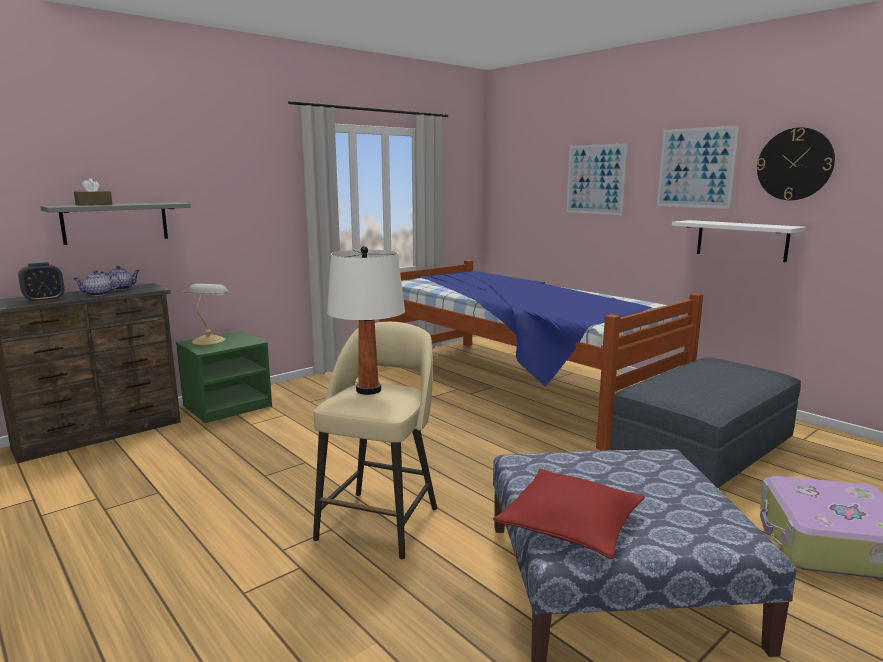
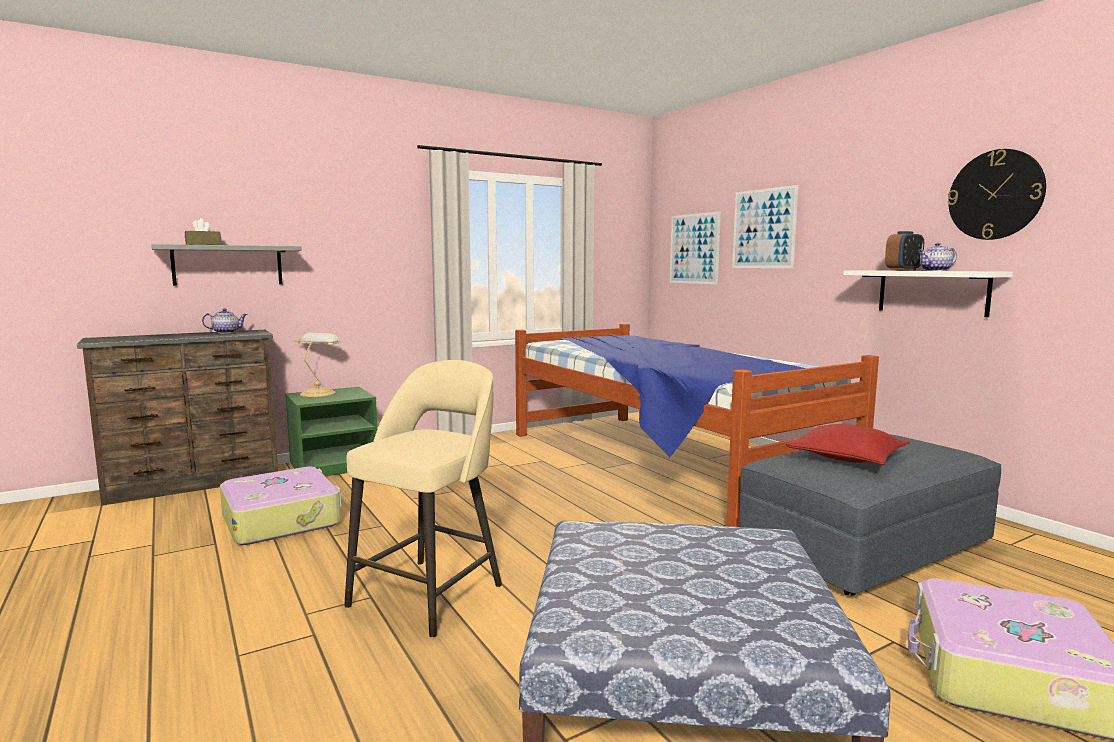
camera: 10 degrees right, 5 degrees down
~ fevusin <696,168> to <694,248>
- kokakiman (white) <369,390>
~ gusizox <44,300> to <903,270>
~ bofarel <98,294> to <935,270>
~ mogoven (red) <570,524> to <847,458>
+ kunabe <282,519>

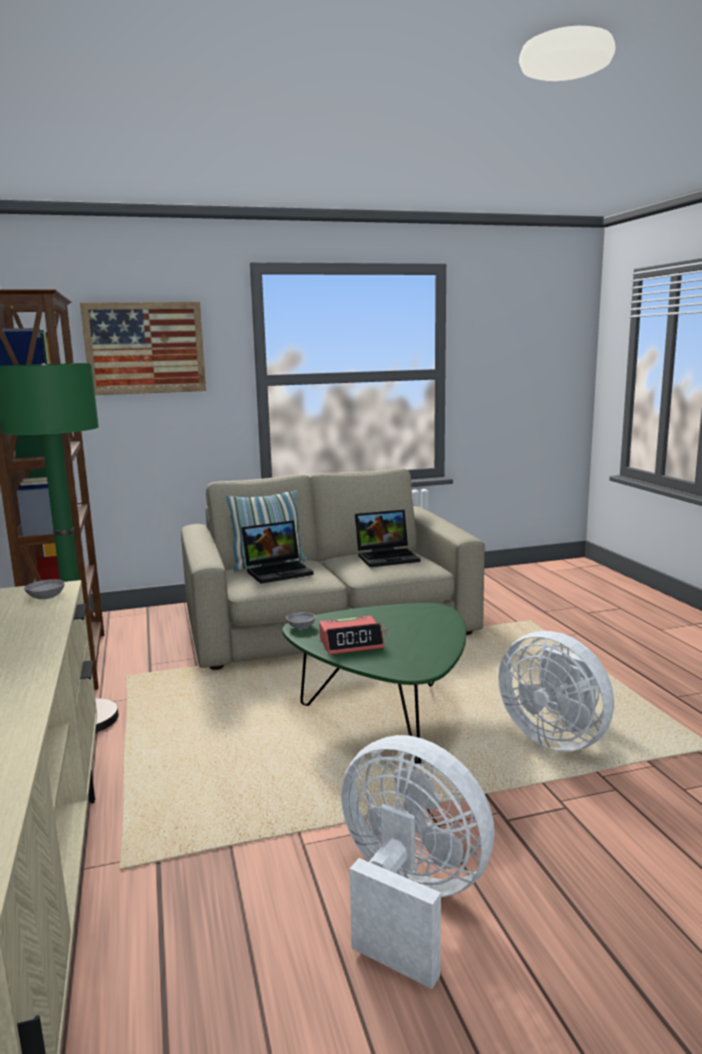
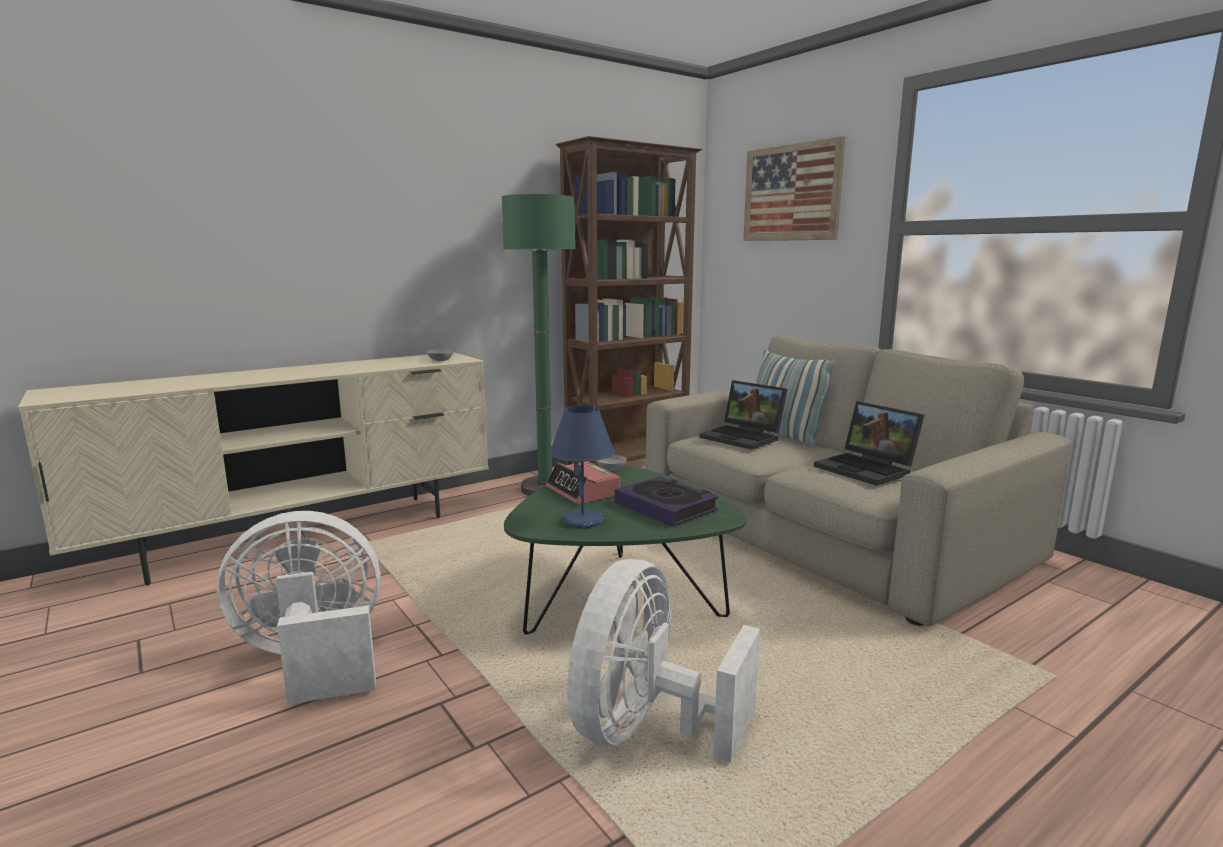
camera: 70 degrees right, 0 degrees up
~ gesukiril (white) <409,901> = <313,660> 120 degrees counterclockwise
+ kokakiman (blue) <583,521>
+ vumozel <665,507>

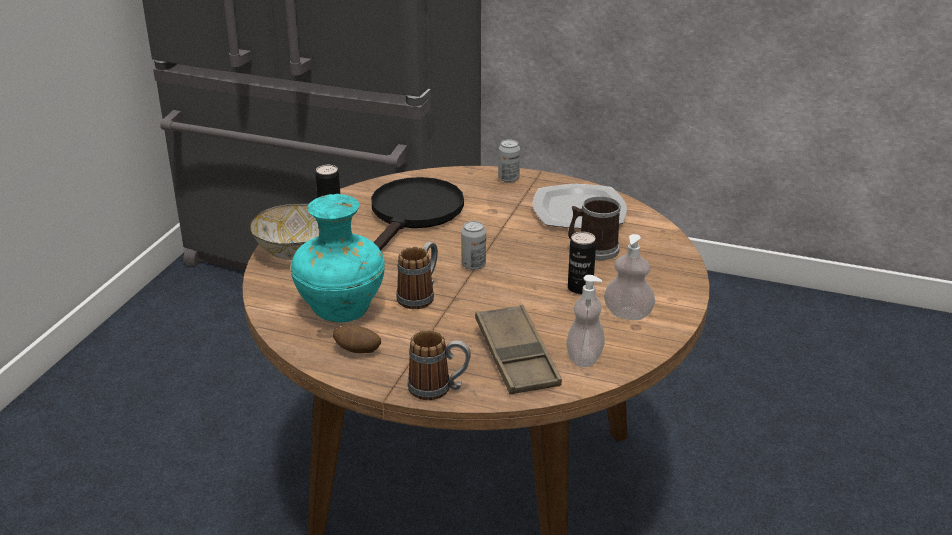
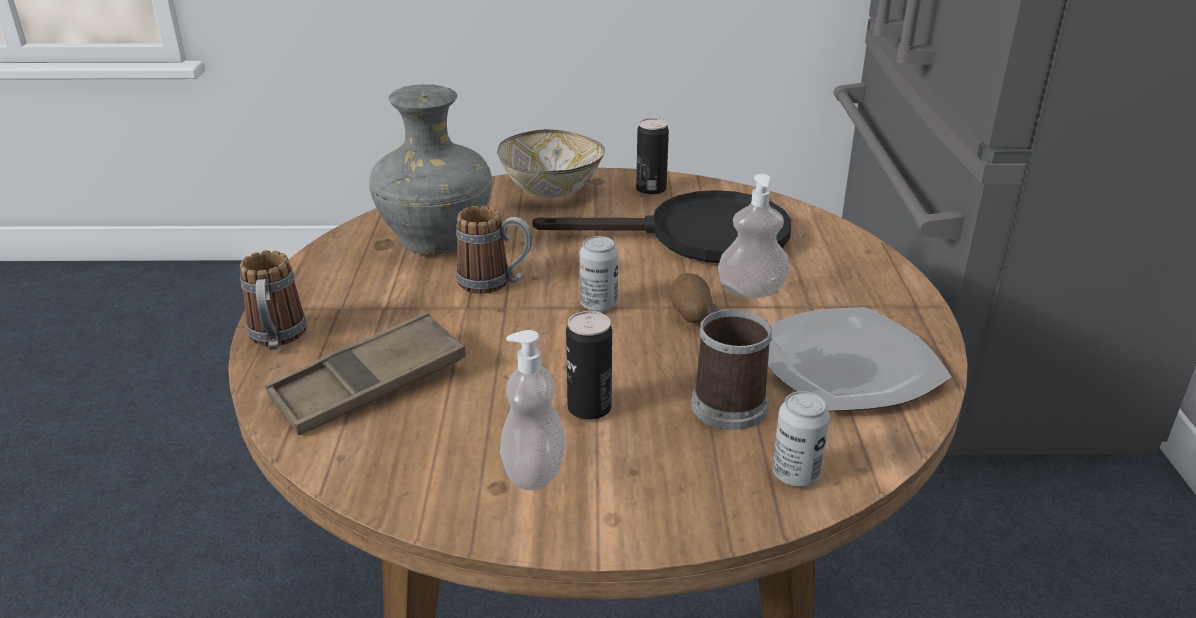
camera: 70 degrees right, 0 degrees up
~ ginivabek <508,179> to <796,474>
~ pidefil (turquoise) <341,311> to pidefil (grey) <435,242>
~ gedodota <584,358> to <751,291>
~ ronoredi <357,351> to <690,315>

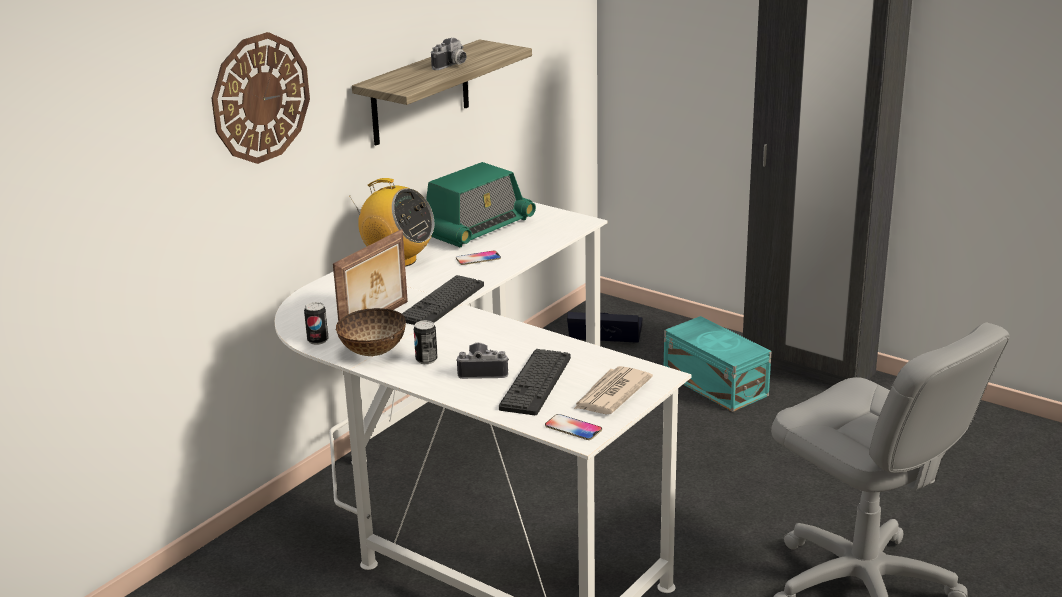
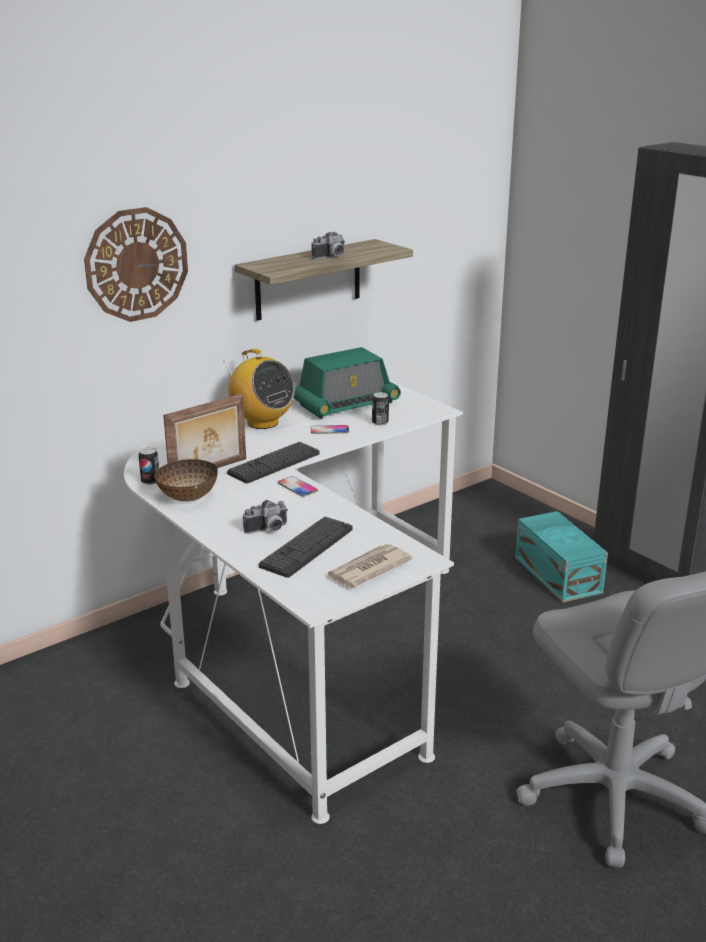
camera: 15 degrees right, 0 degrees up
- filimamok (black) <603,335>
~ ginivabek <426,360> to <380,422>
~ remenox <483,372> = <268,530> 135 degrees clockwise
~ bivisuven <573,428> to <297,487>

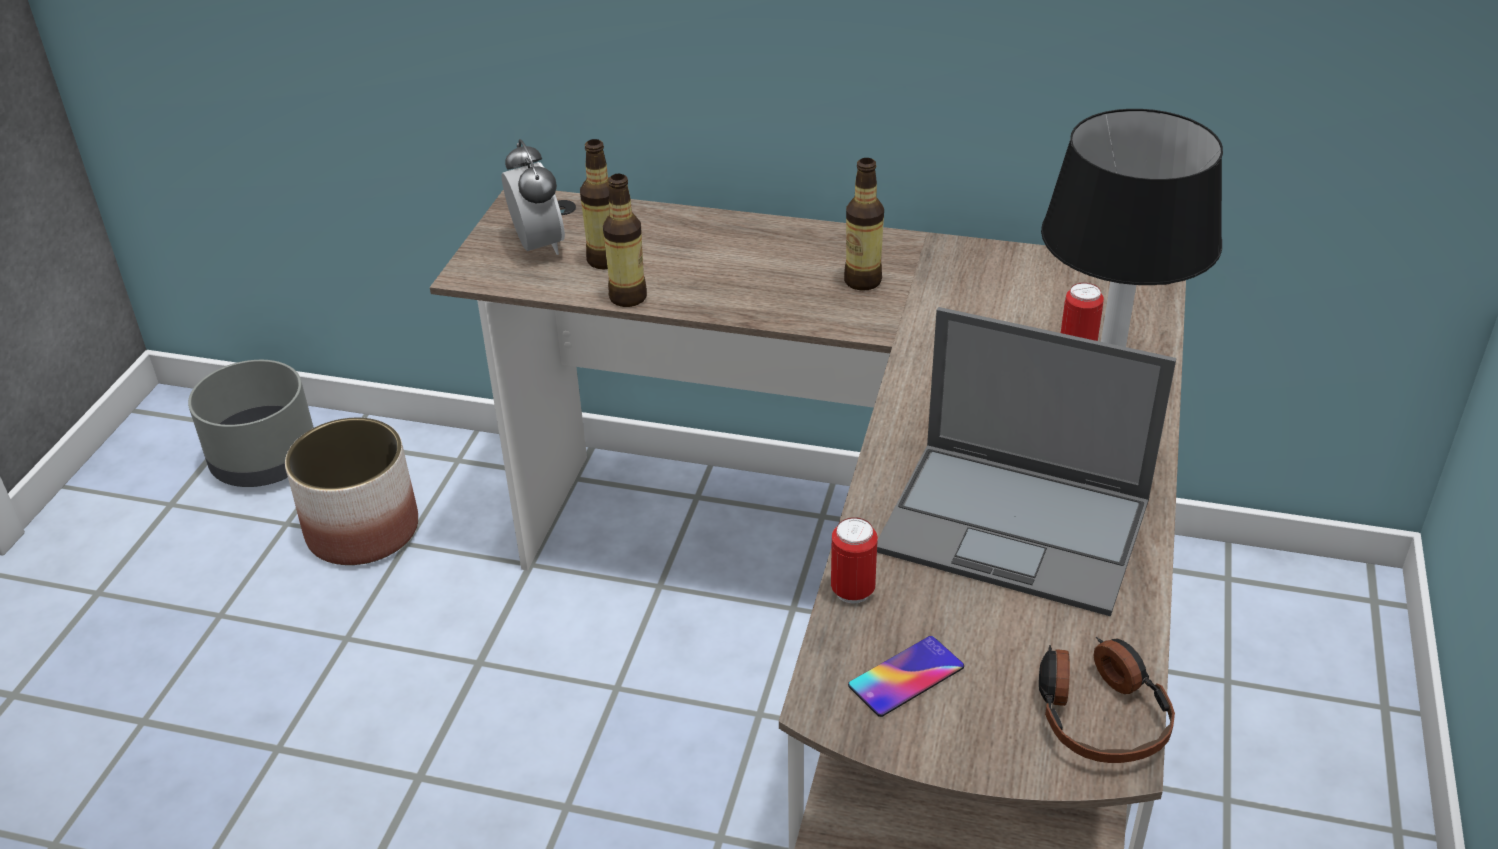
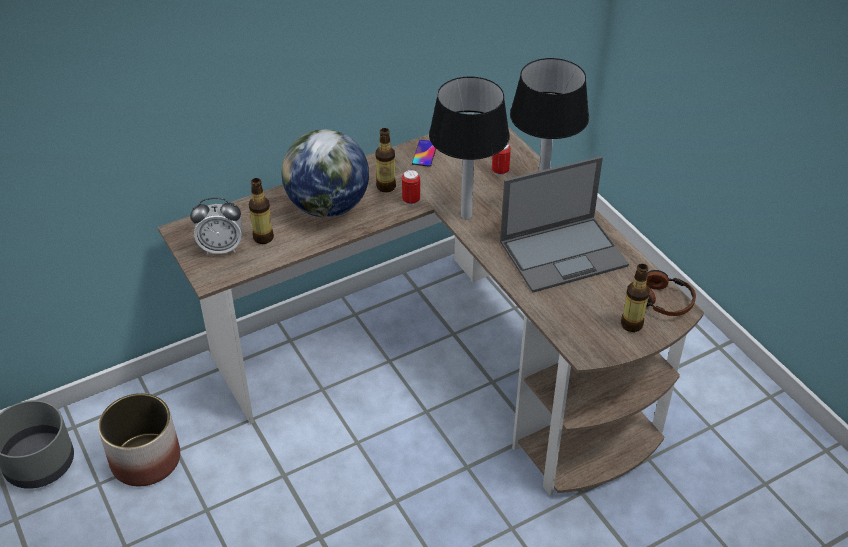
camera: 45 degrees left, 5 degrees up
~ gusizox <538,246> = <221,248> 150 degrees clockwise
~ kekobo <628,297> to <631,324>
~ ginivabek <852,591> to <411,200>
~ bivisuven <906,676> to <425,153>
+ kokakiman <466,215>
+ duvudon <327,207>

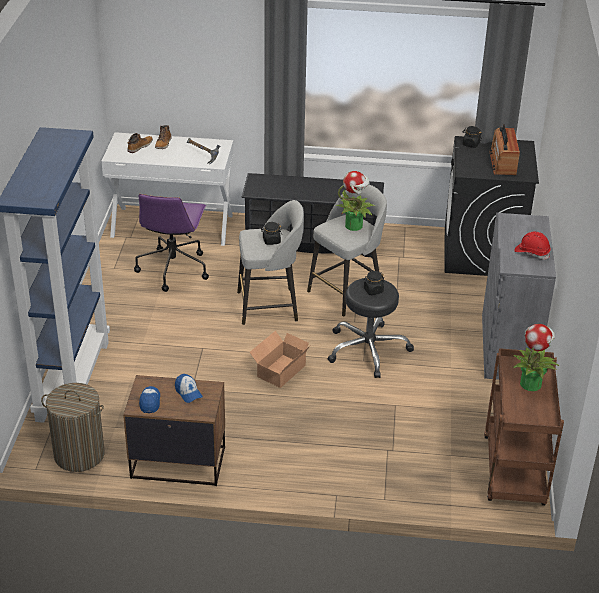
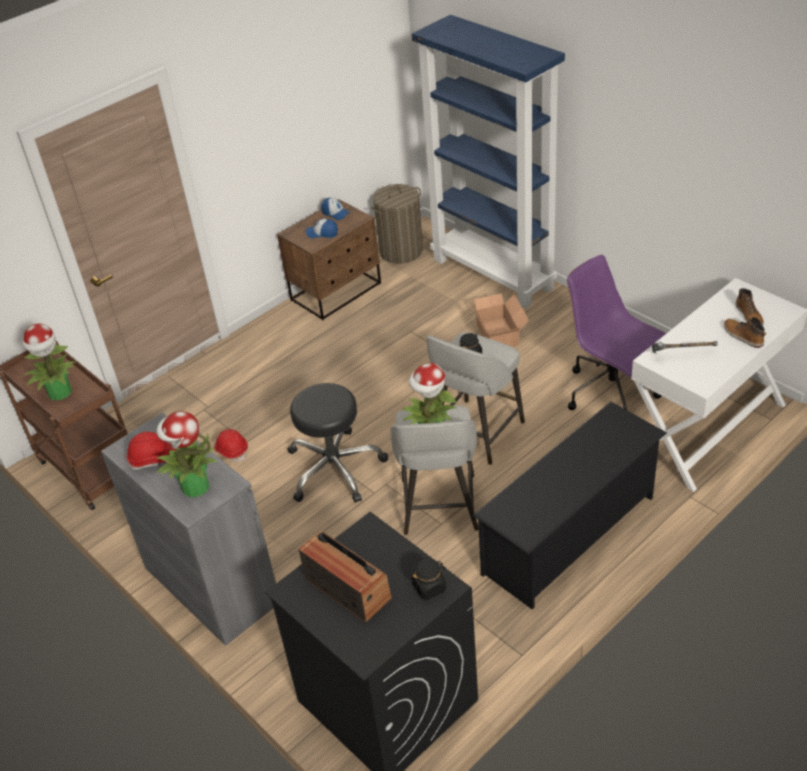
camera: 135 degrees right, 5 degrees up
- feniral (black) <373,290>
~ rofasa <279,371> to <499,333>
+ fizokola <194,487>
+ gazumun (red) <232,451>

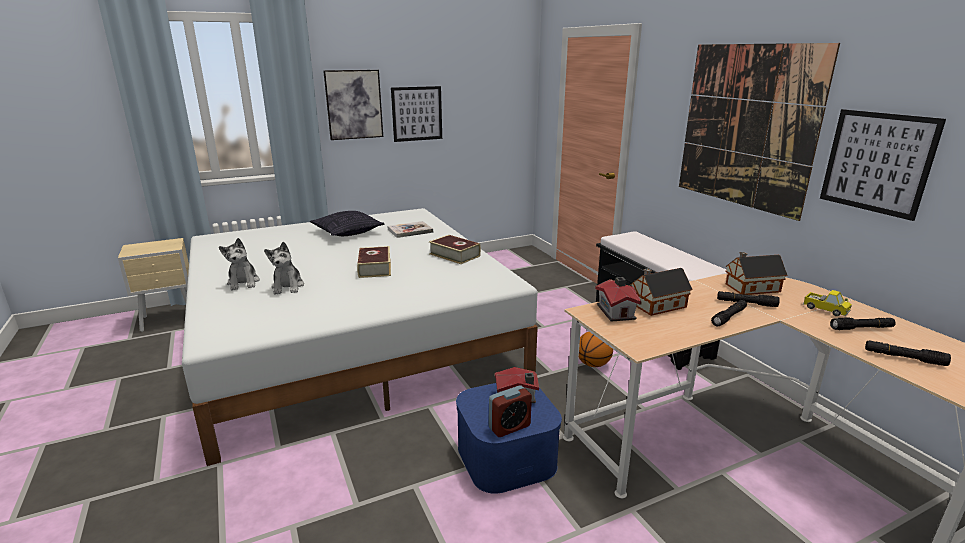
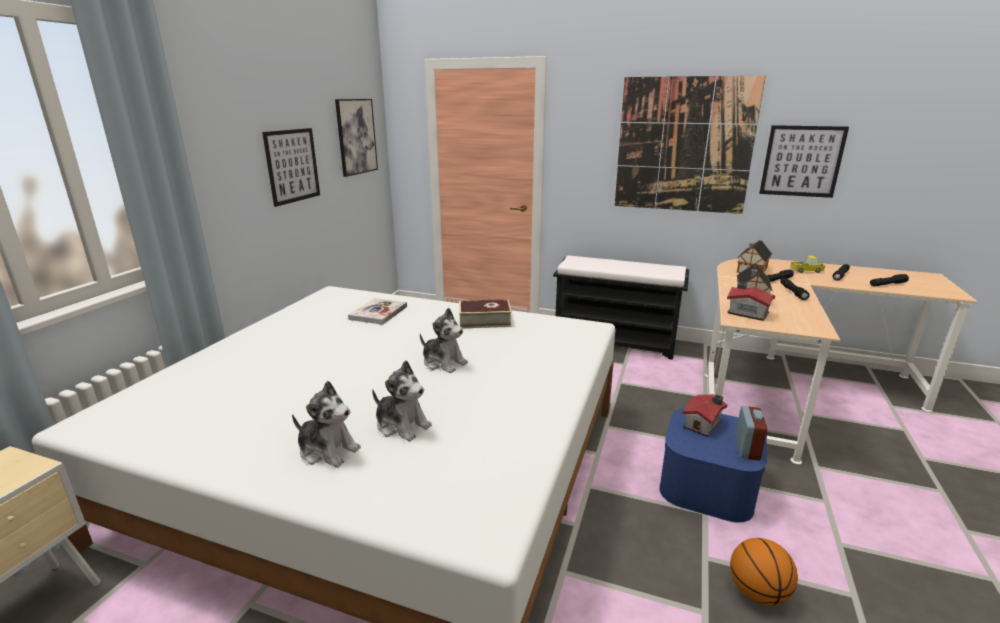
camera: 45 degrees left, 0 degrees up
~ fevusin <354,104> to <356,136>
- mogoven <347,232>
~ vumozel <374,268> to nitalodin <443,362>
~ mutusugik <593,364> to <757,593>

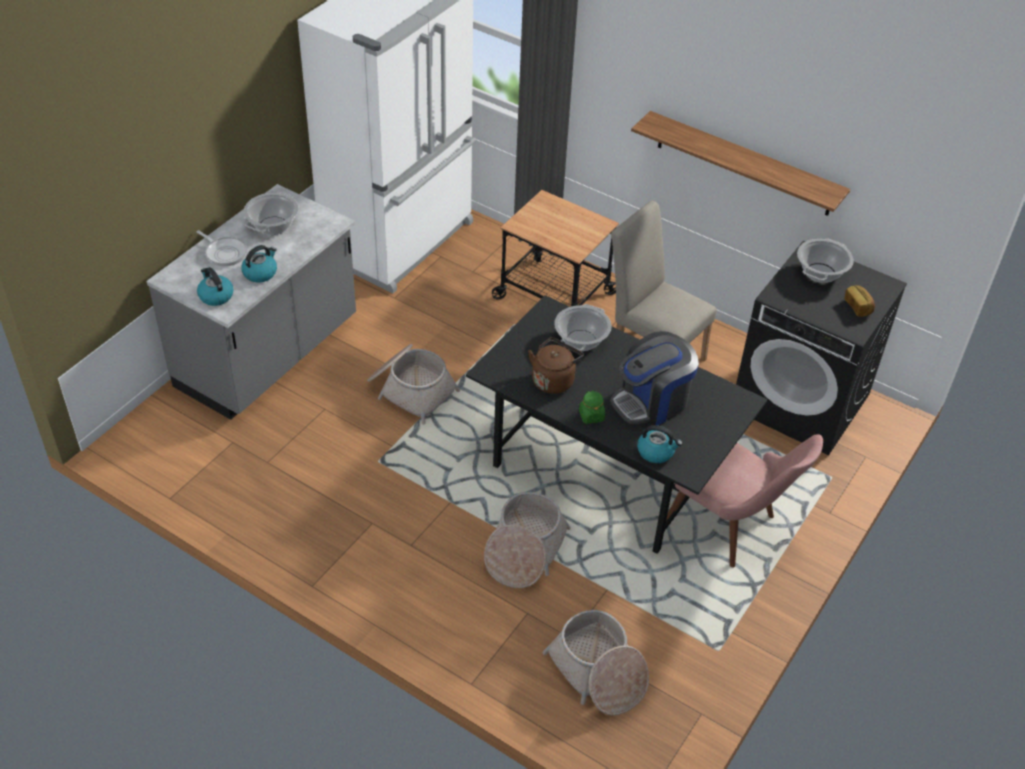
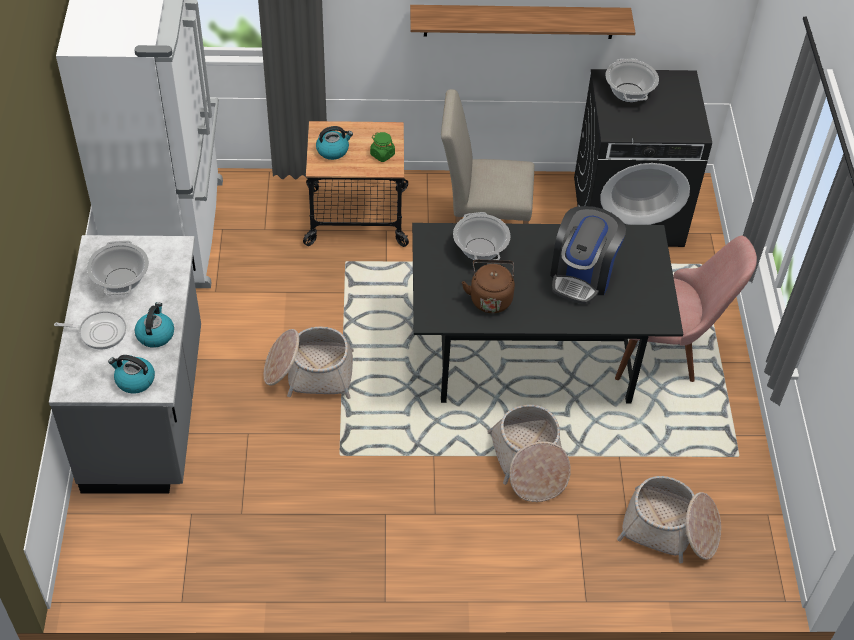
camera: 35 degrees left, 5 degrees up
- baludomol <858,307>
~ feniral (green) <591,415> to <382,154>
~ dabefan <656,452> to <333,150>

